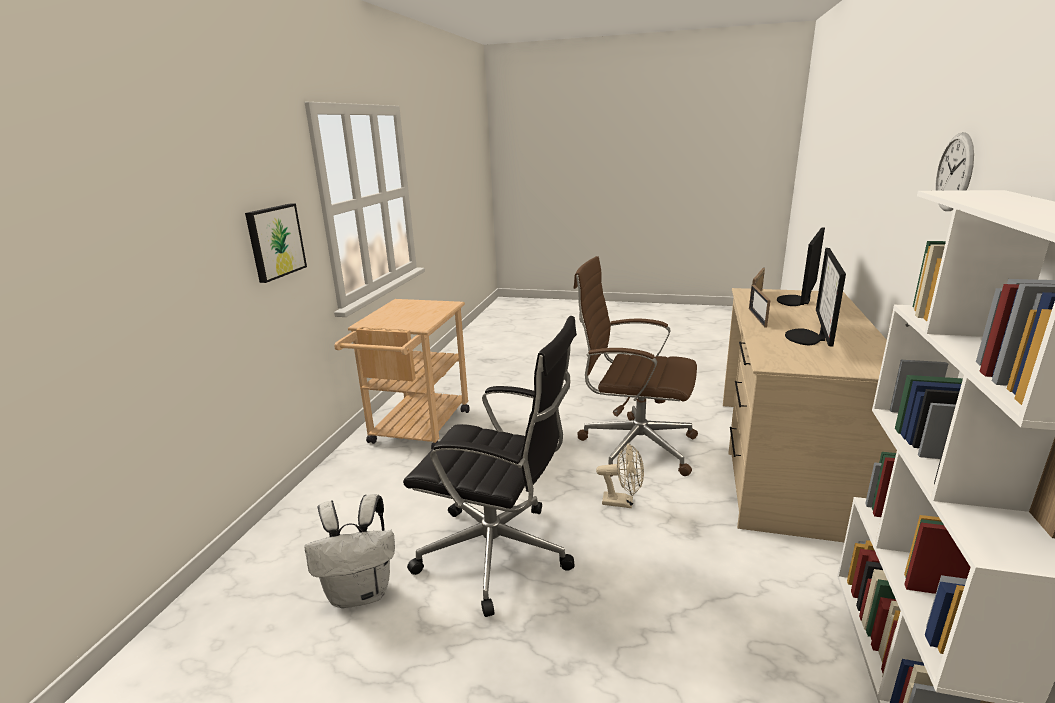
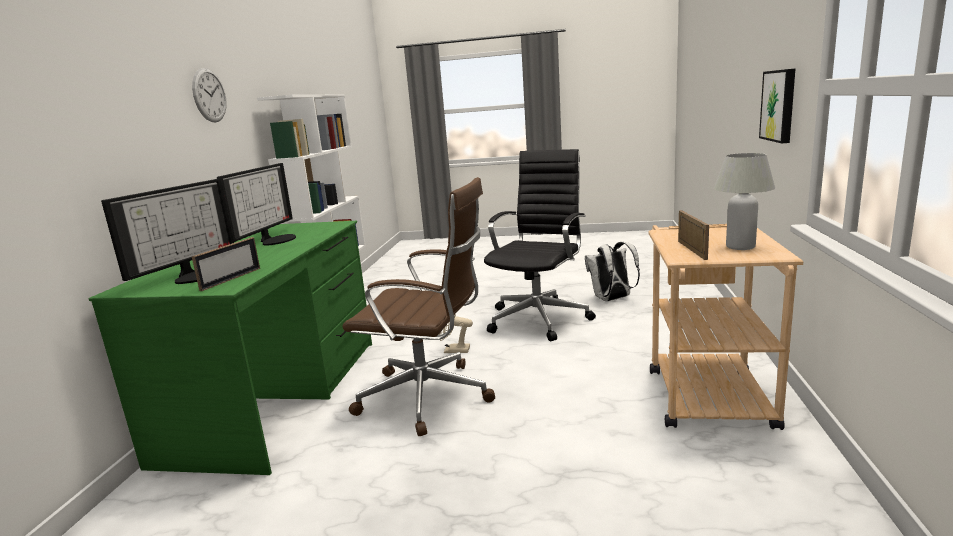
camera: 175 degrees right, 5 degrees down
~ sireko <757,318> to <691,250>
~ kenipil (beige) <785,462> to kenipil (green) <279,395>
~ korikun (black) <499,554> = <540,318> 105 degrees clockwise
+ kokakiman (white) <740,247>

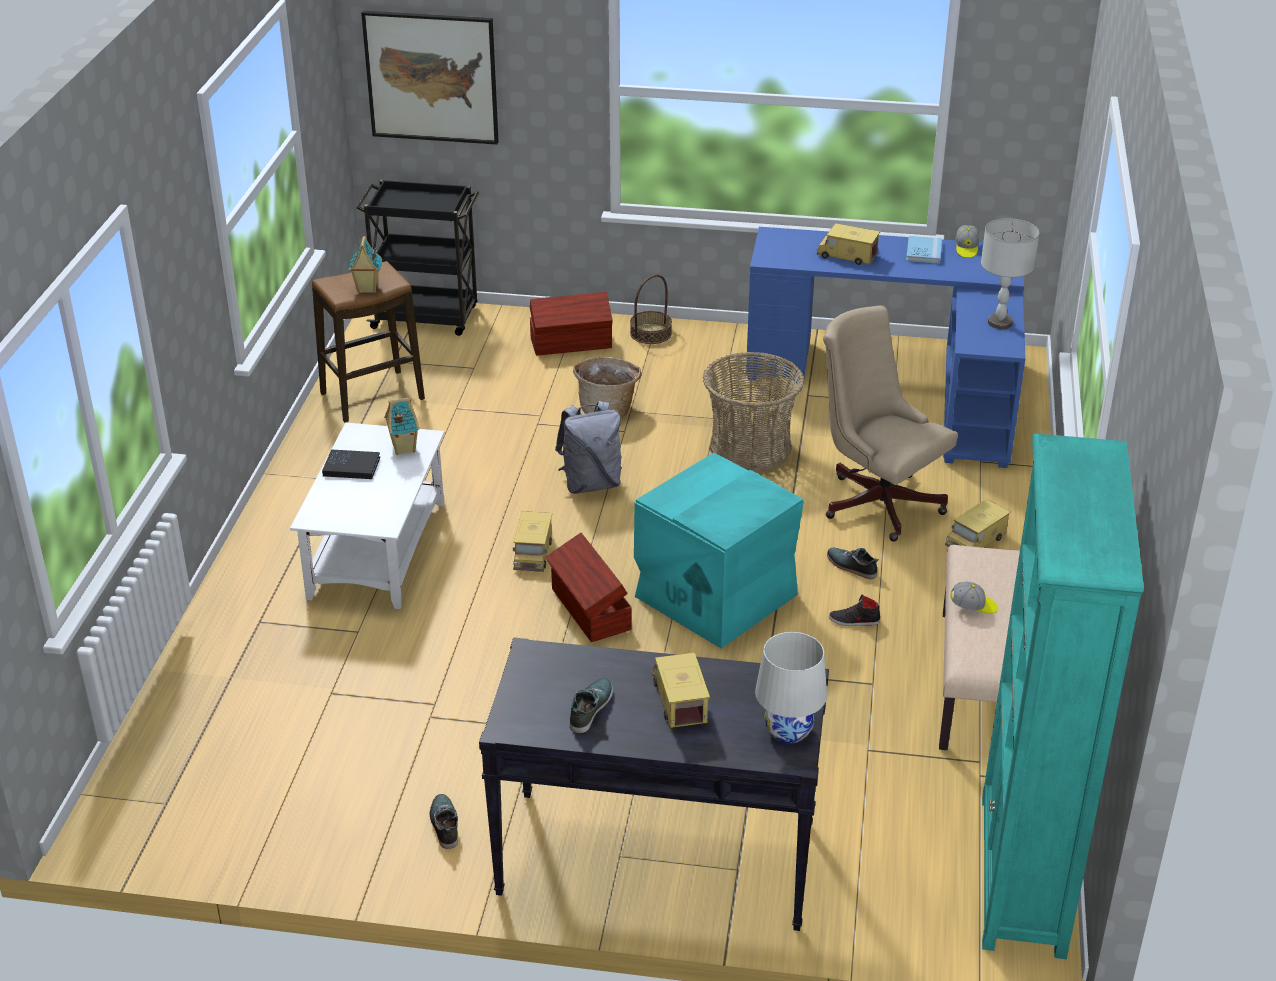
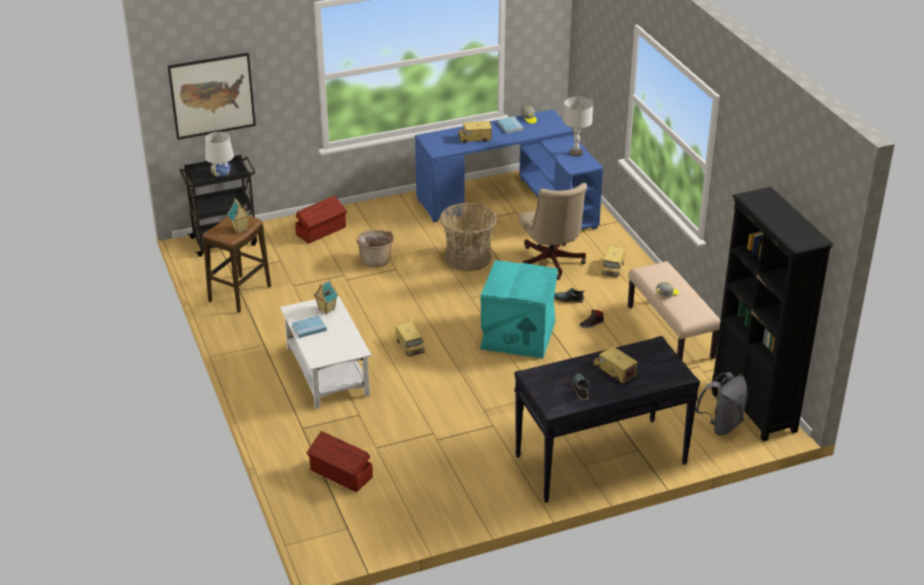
camera: 30 degrees left, 0 degrees up
- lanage <651,333>
~ korikun (beige) <877,500> = <551,264> 120 degrees counterclockwise
~ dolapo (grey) <591,484> to <721,425>
~ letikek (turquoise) <1022,875> to letikek (black) <754,406>
~ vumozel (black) <351,467> to vumozel (blue) <309,328>
~ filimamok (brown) <590,610> to <341,474>
~ kokakiman (white) <788,731> to <221,174>
- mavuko <444,824>

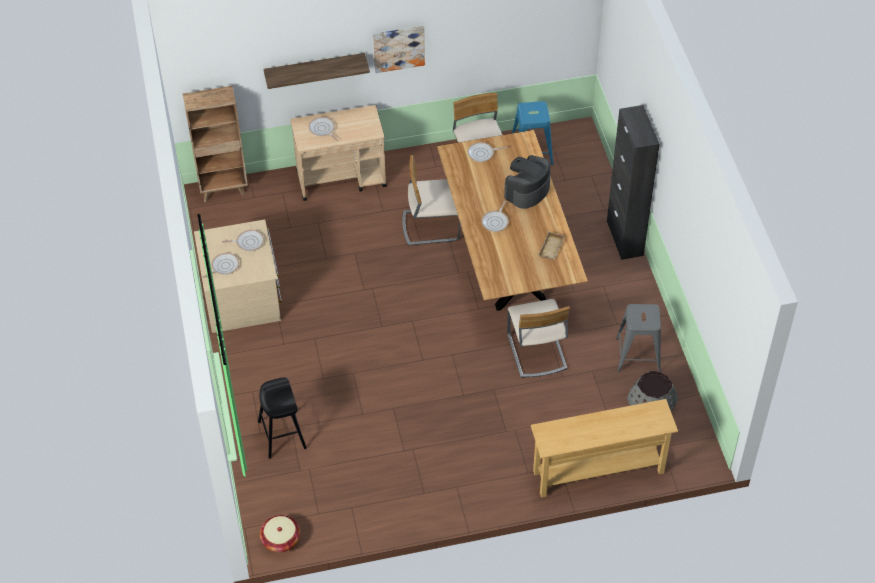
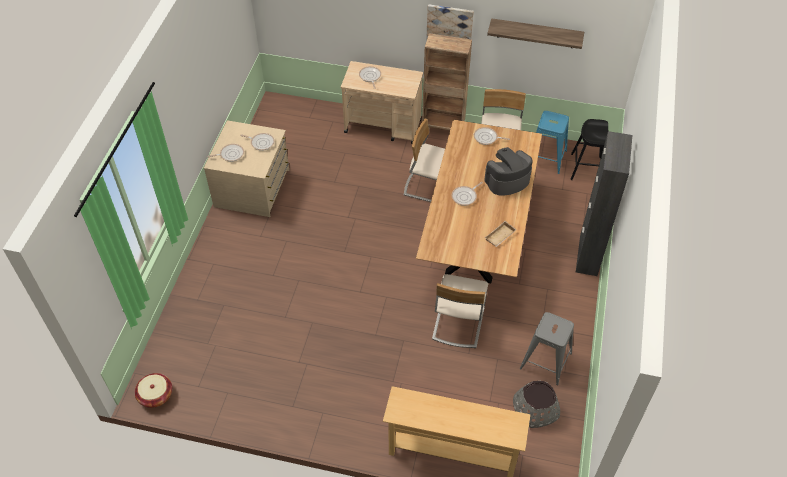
camera: 25 degrees right, 0 degrees up
~ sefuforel <315,69> to <536,33>
~ letikek (brown) <224,190> to <443,129>
~ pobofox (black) <282,435> to <585,168>

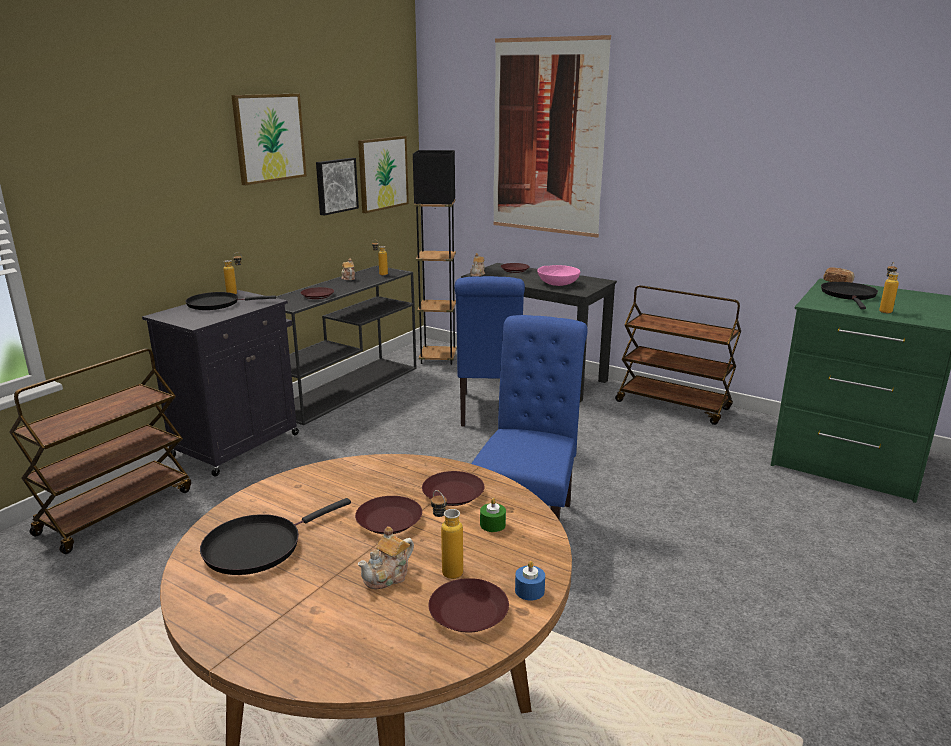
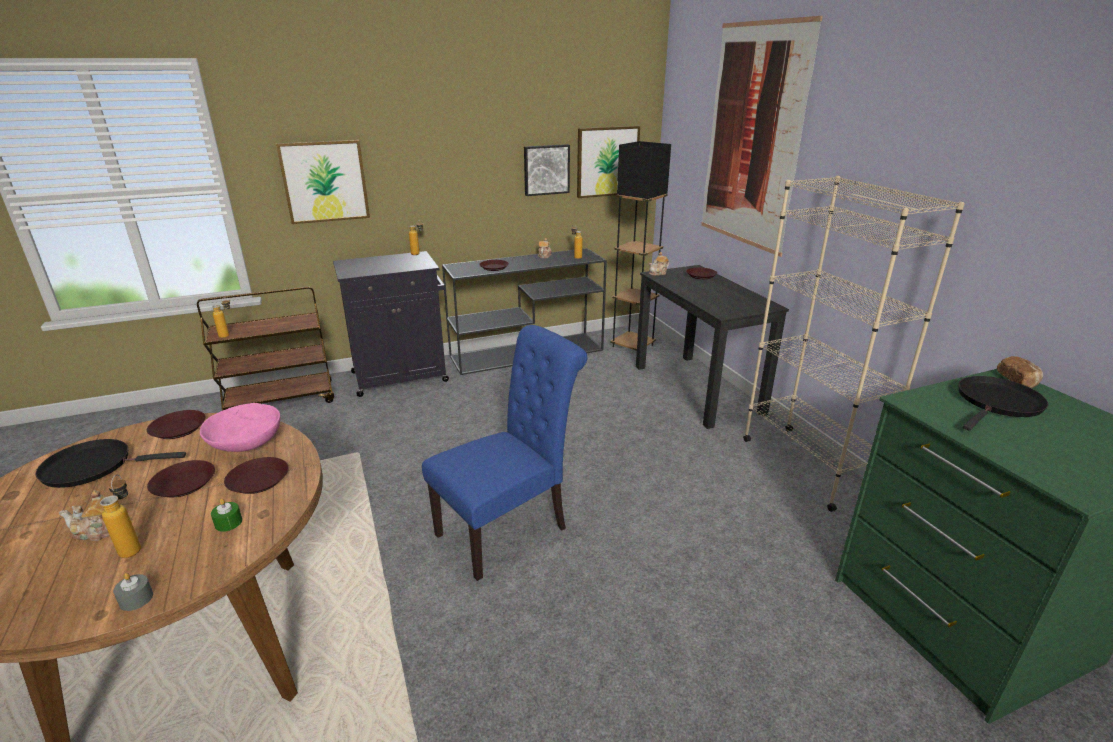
camera: 35 degrees right, 5 degrees up
~ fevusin <269,138> to <325,181>
~ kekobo <884,310> to <228,335>
~ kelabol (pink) <558,283> to <245,442>
- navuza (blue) <489,411>
~ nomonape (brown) <673,405> to letikek (beige) <807,465>
- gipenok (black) <217,304>
~ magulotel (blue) <529,590> to magulotel (grey) <136,599>
~ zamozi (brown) <468,613> to <178,429>

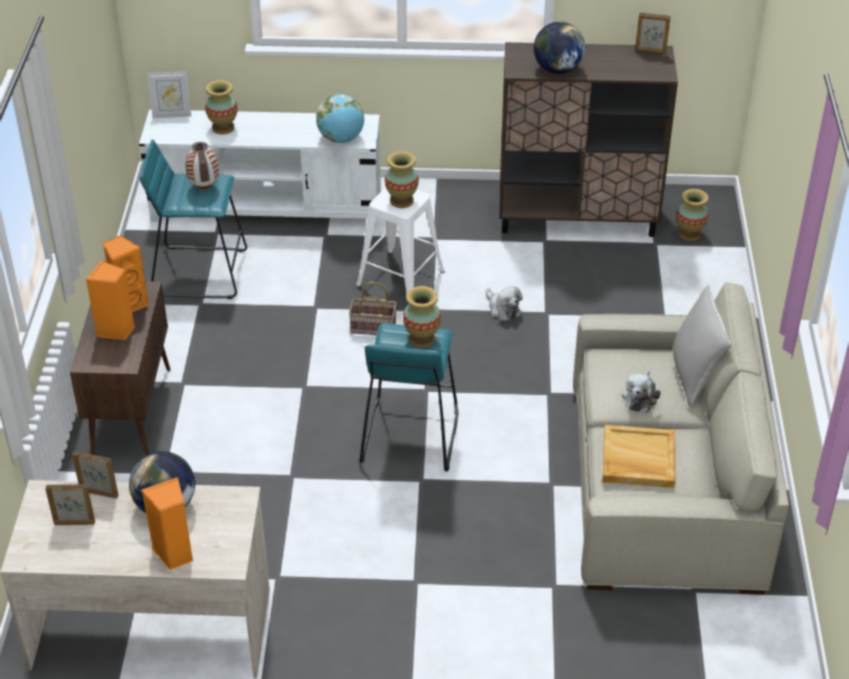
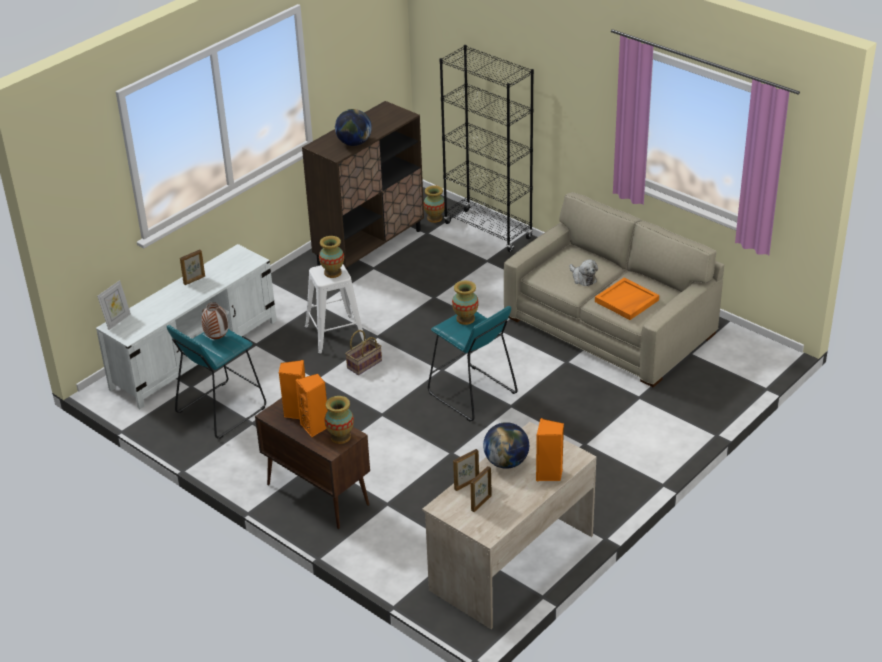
camera: 50 degrees left, 5 degrees down
~ sireko <650,51> to <194,280>
~ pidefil <223,128> to <340,437>
- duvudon <341,139>
- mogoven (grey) <694,377>
- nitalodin <502,309>
~ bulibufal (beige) <637,459> to bulibufal (orange) <626,301>
+ letikek (black) <488,231>

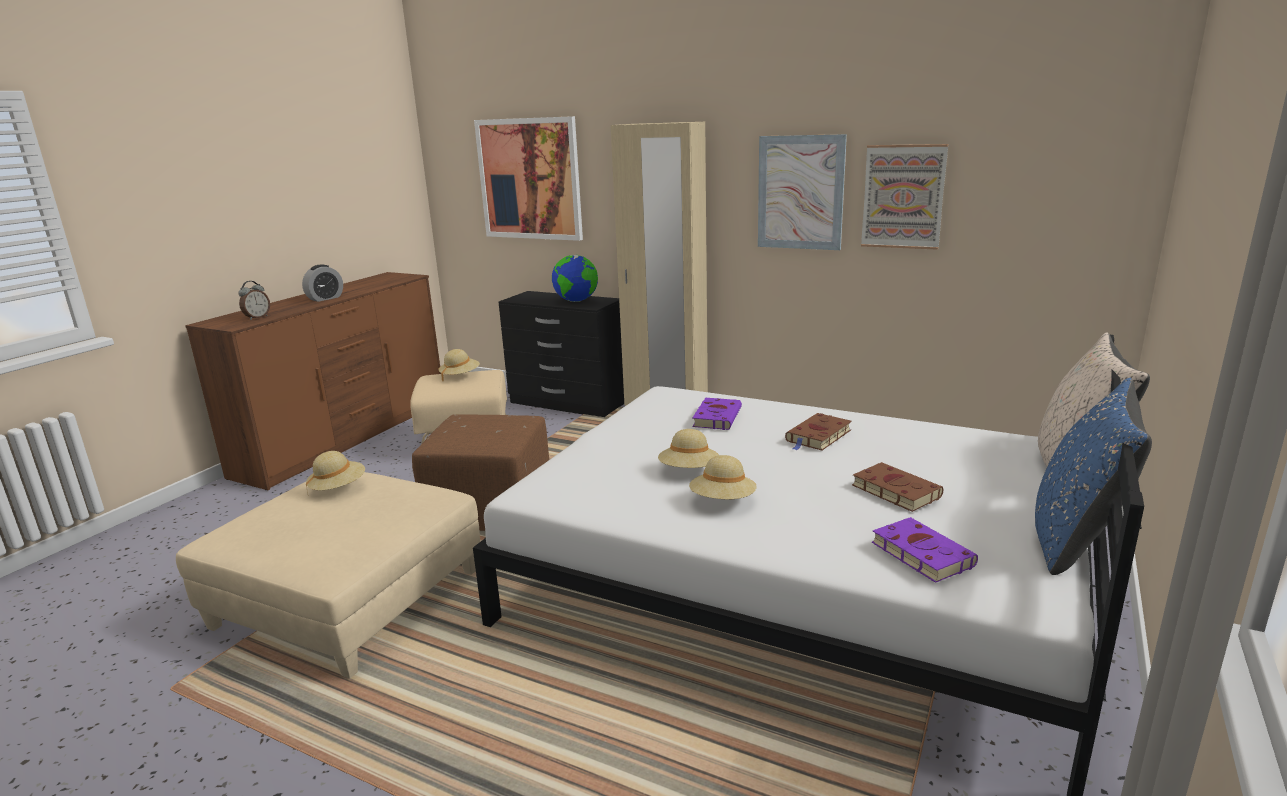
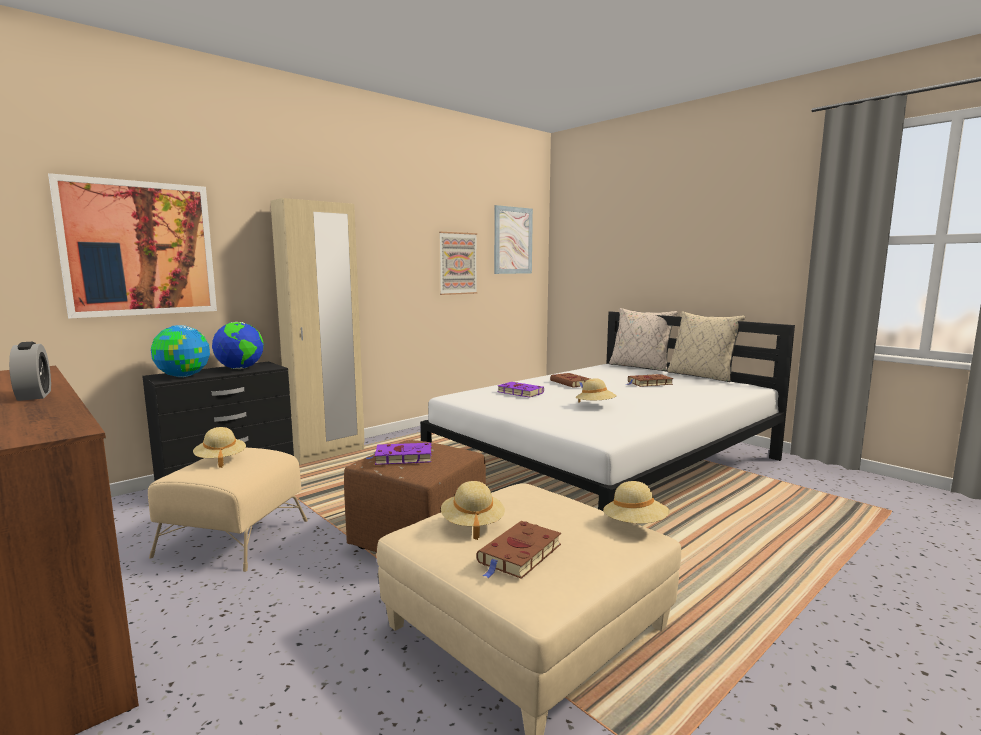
camera: 70 degrees left, 10 degrees down
~ fevusin <800,192> to <513,240>
- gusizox <257,317>
~ mogoven (blue) <1075,539> to mogoven (beige) <701,376>
~ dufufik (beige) <723,501> to <635,525>
~ vumozel (purple) <919,553> to <401,458>
+ duvudon <183,376>
+ vumozel (brown) <519,555>

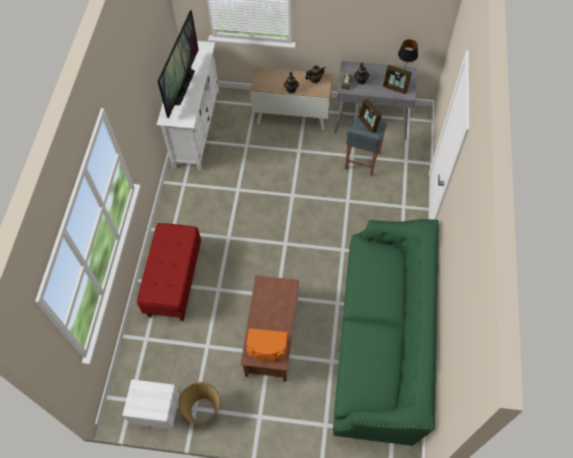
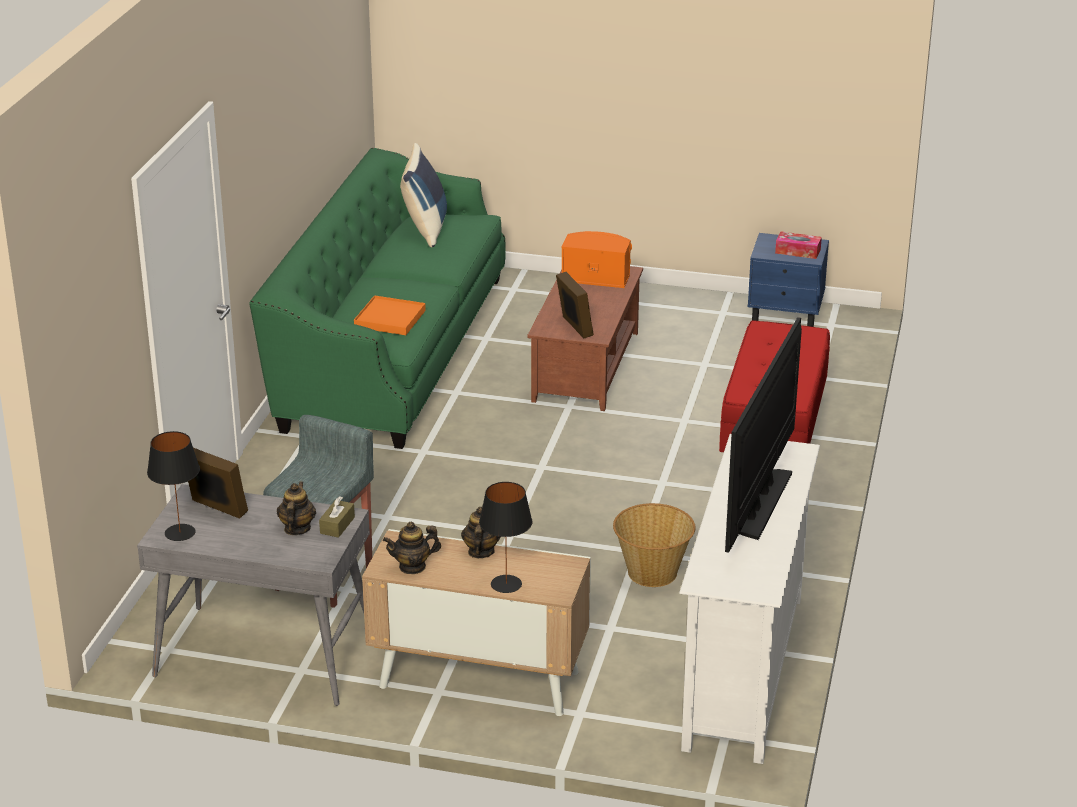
camera: 175 degrees left, 30 degrees down
~ sireko <368,124> to <574,327>
~ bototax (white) <156,411> to bototax (blue) <786,313>
~ lanage <203,409> to <652,573>
+ mogoven (blue) <425,229>
+ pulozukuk <798,251>
+ bulibufal (orange) <389,319>
+ kokakiman (black) <506,584>

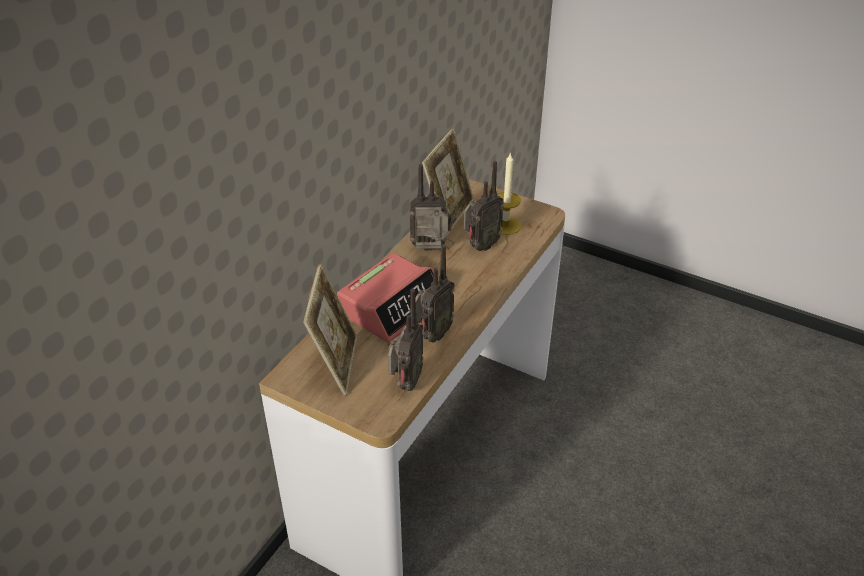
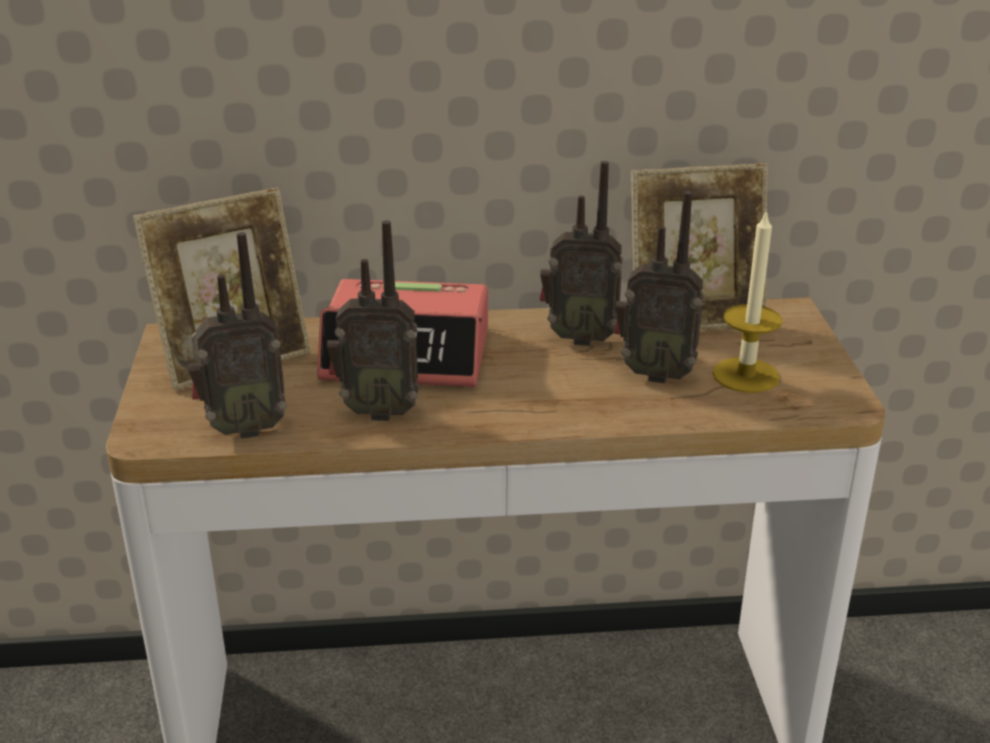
camera: 55 degrees right, 10 degrees down
~ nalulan <430,251> = <579,337> 135 degrees clockwise

